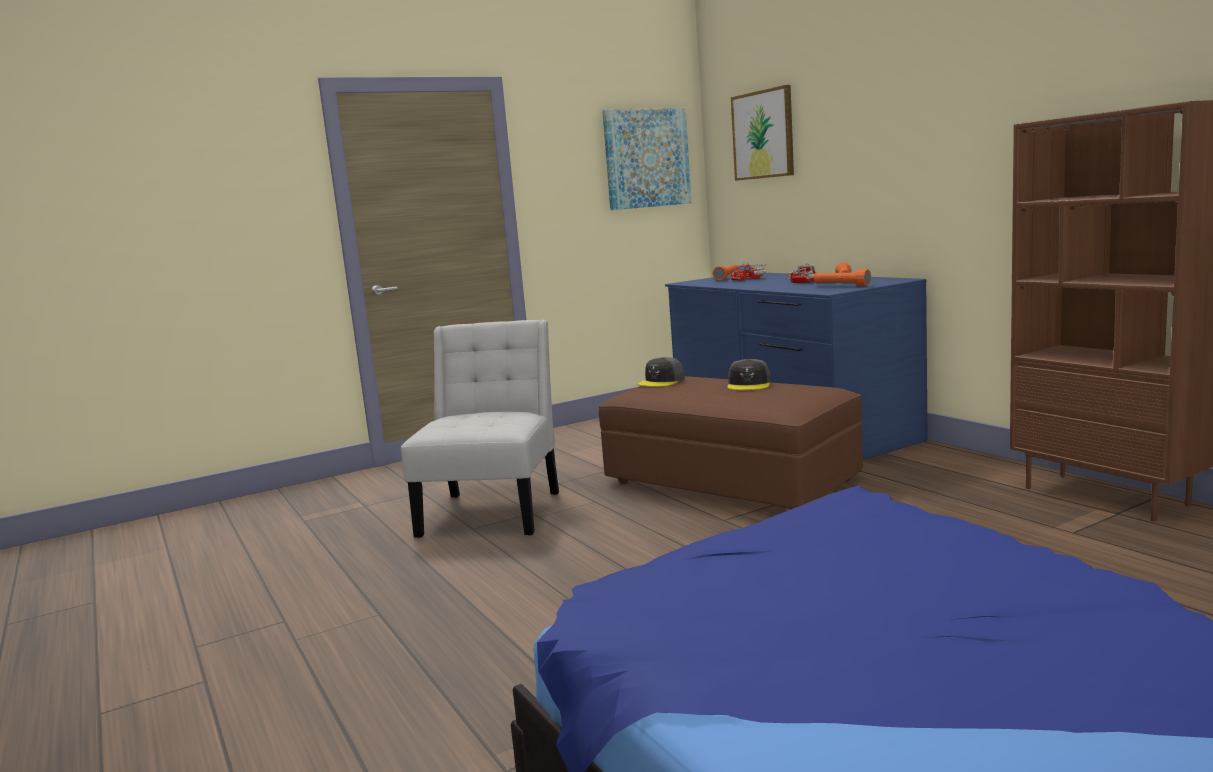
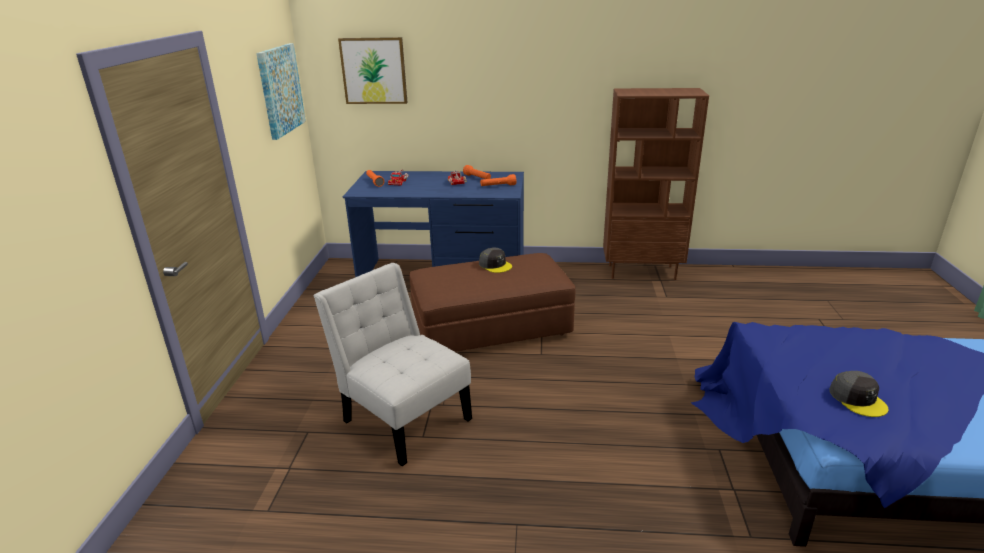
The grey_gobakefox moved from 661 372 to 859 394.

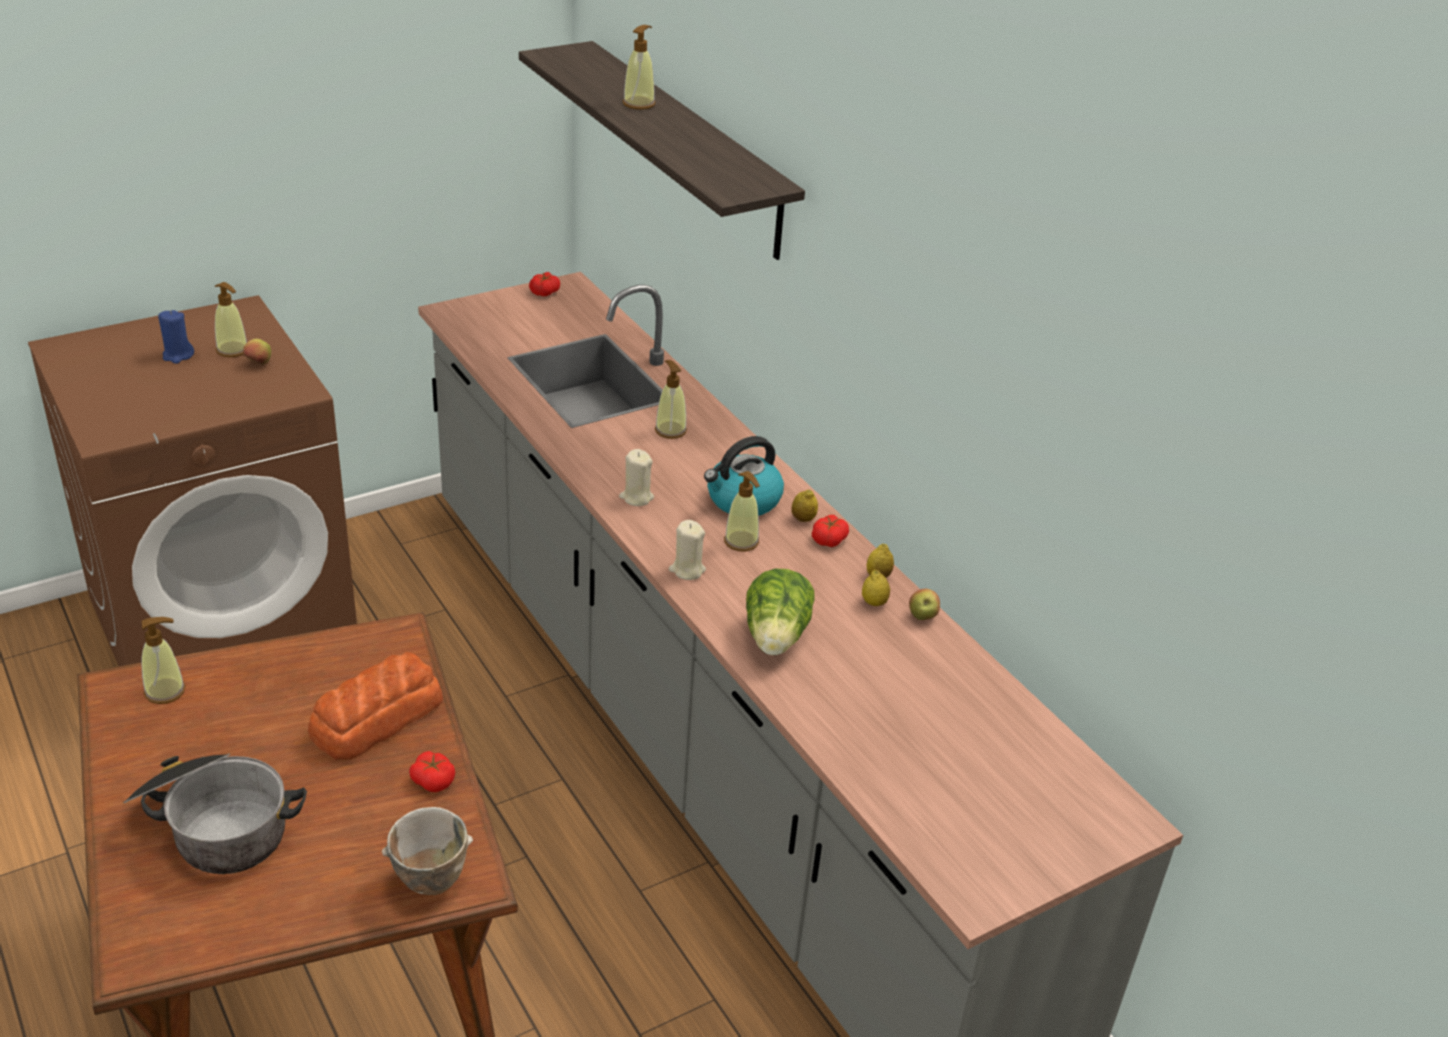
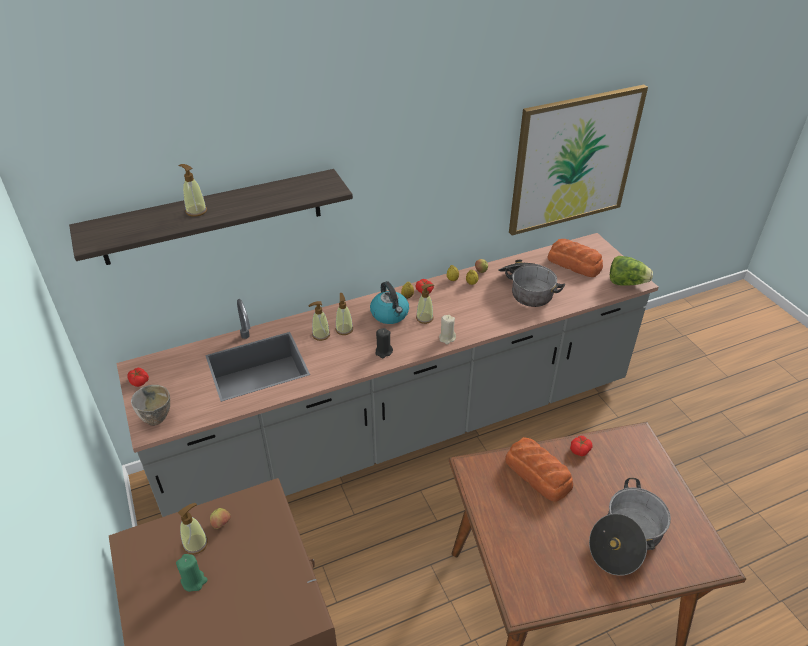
The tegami at 531 283 appeared.
The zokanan at 578 160 appeared.
The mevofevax at 575 258 appeared.
The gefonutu moved from 163 660 to 344 314.
The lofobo moved from 427 851 to 150 405.
The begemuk moved from 780 611 to 631 271.
The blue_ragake at 176 337 became the green_ragake at 191 573.
The beige_ragake at 636 477 became the black_ragake at 384 343.

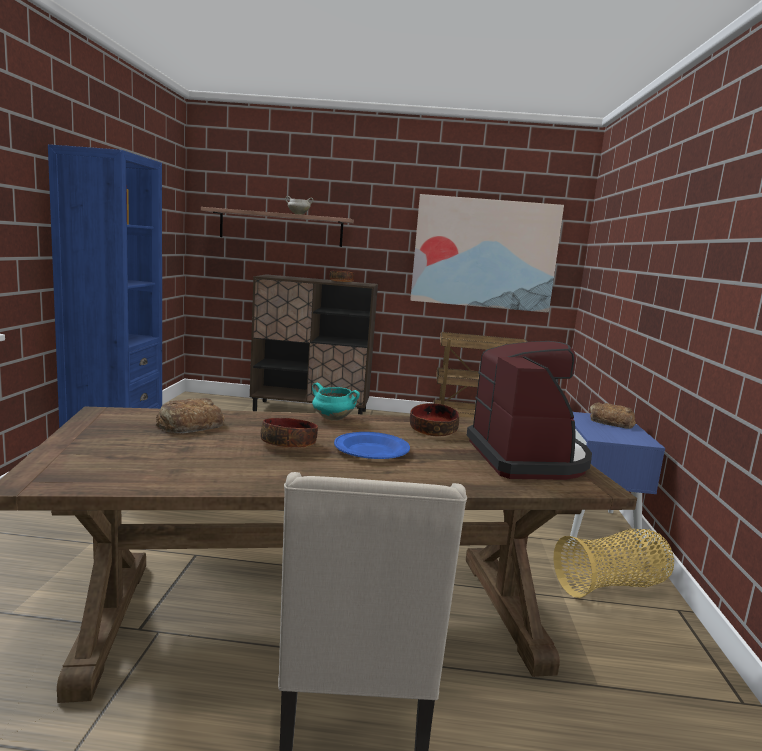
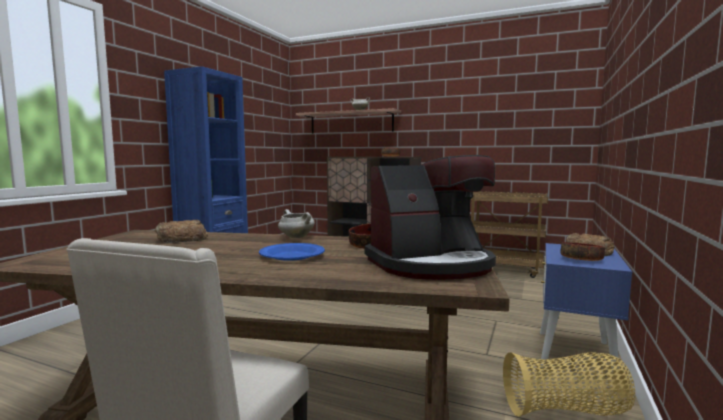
The zokanan at 487 253 disappeared.
The lofobo moved from 289 433 to 582 251.
The turquoise_tegami at 336 401 became the white_tegami at 296 223.
The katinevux at 529 410 turned 60 degrees clockwise.

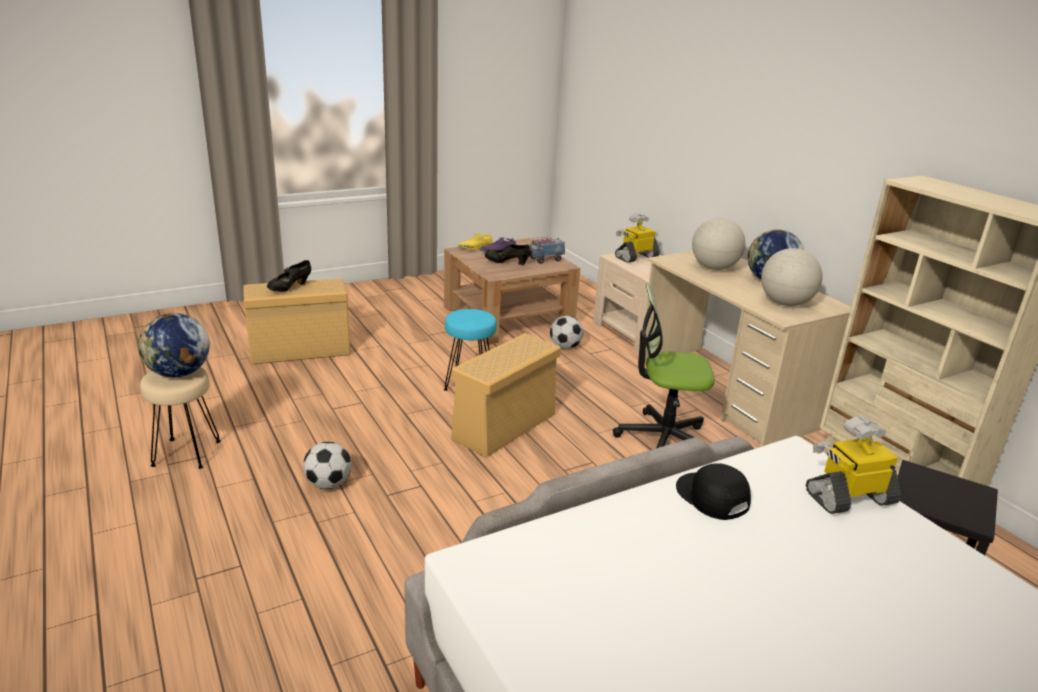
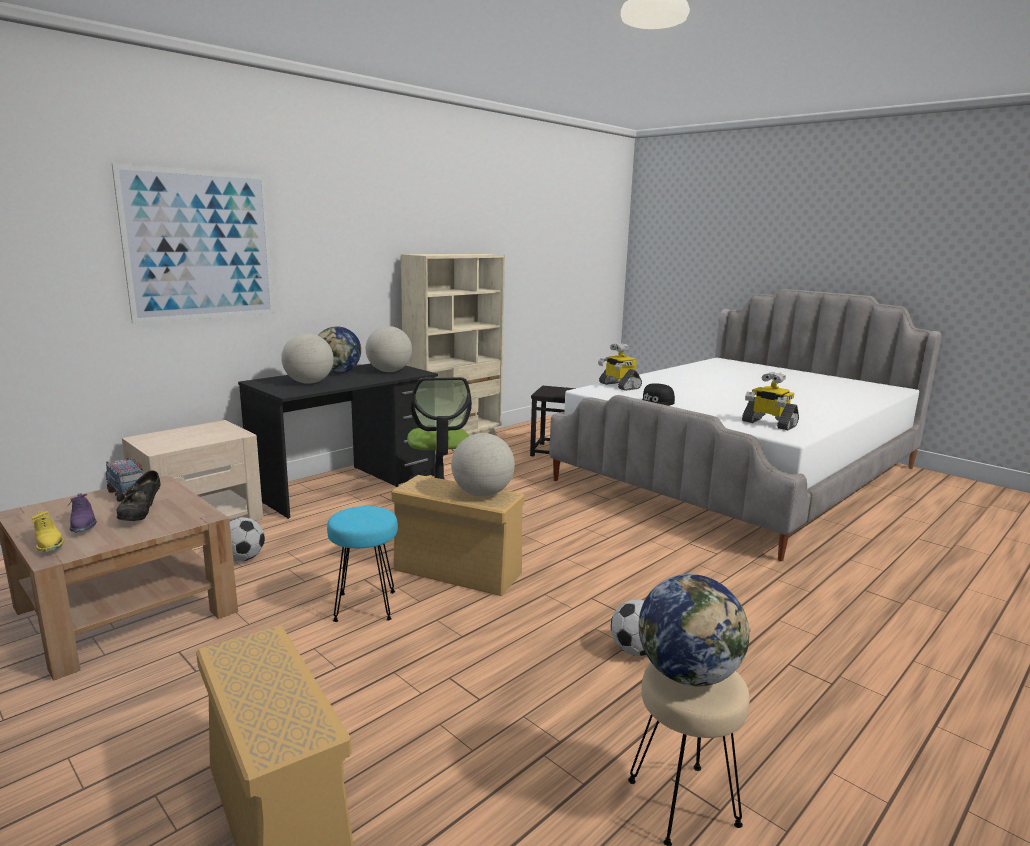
The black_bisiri at 289 276 disappeared.
The zokanan at 193 243 appeared.
The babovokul at 483 465 appeared.
The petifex moved from 637 238 to 770 401.
The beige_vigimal at 747 349 became the black_vigimal at 338 441.

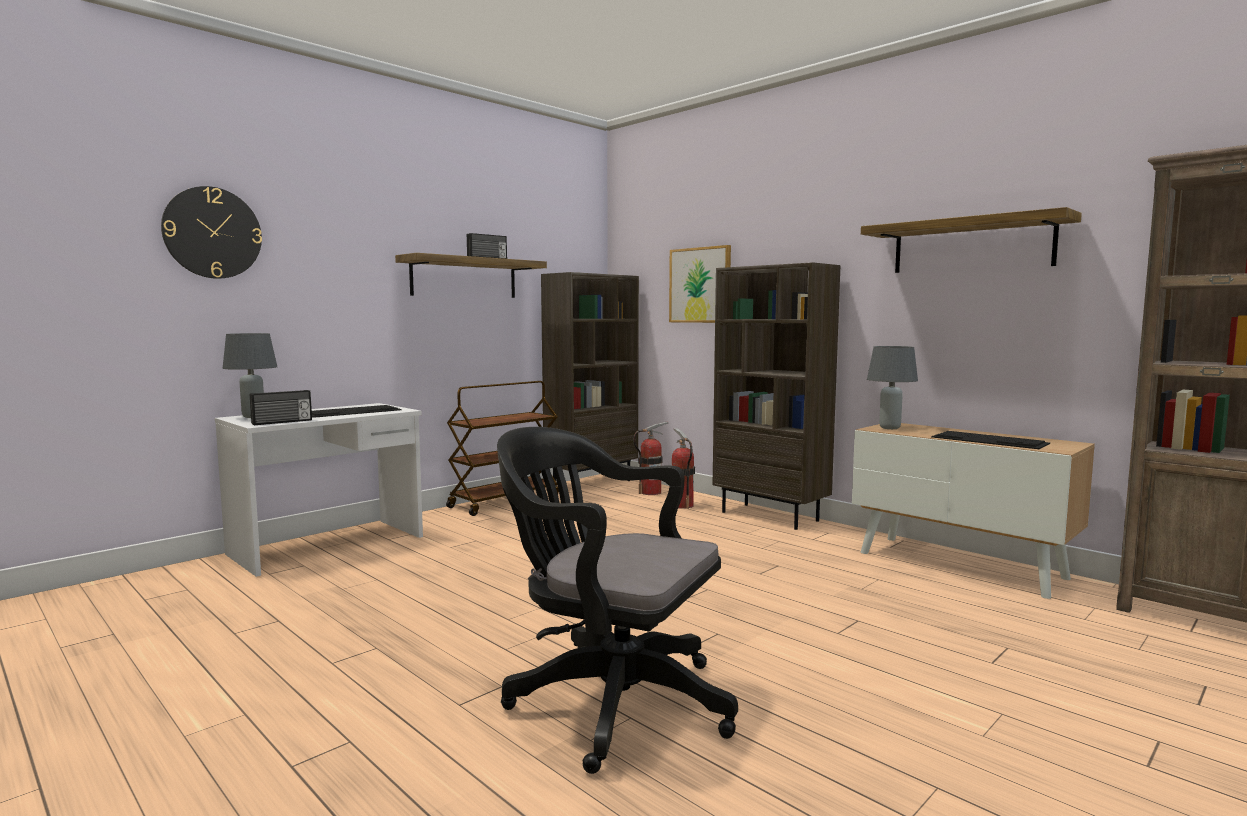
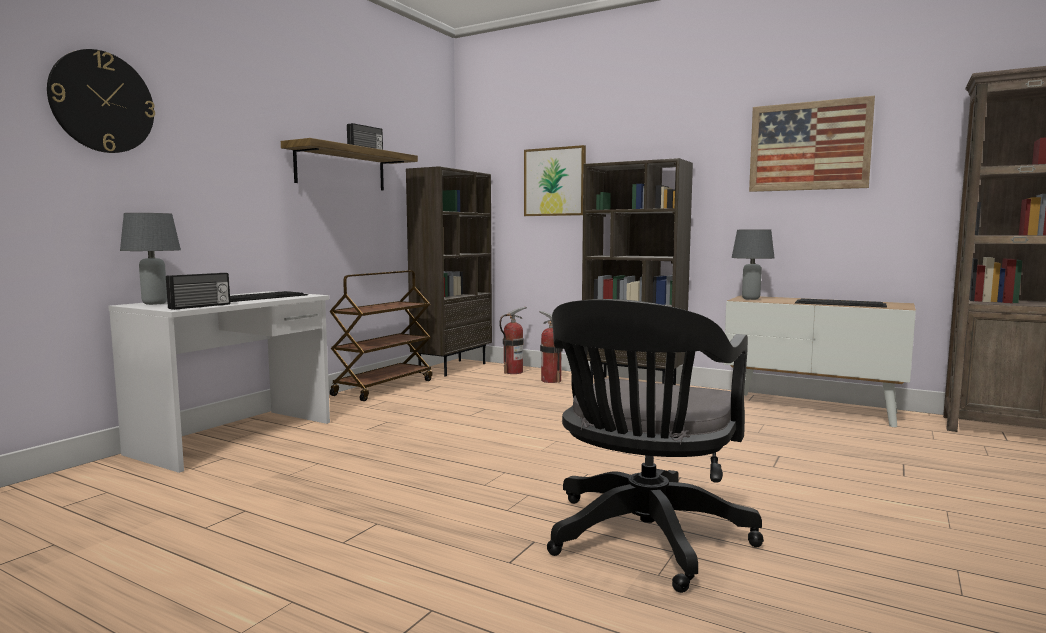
The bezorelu at 971 240 was replaced by the zokanan at 812 144.
The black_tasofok at 617 600 turned 75 degrees counterclockwise.

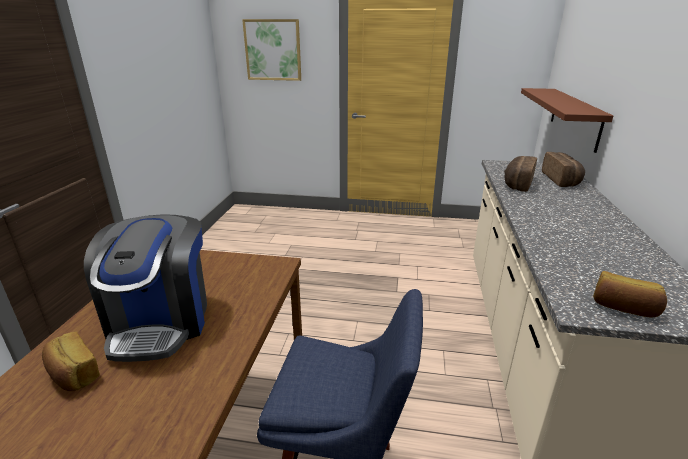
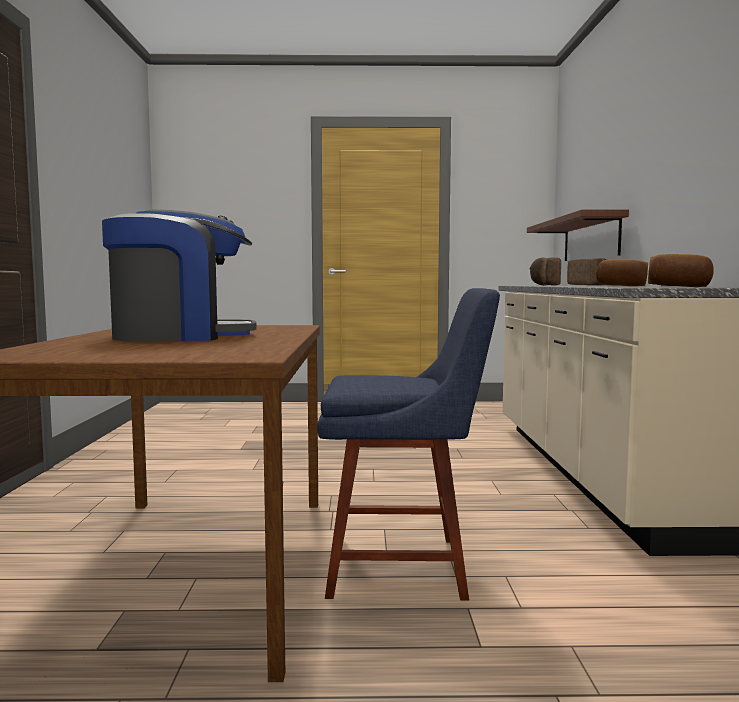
The zokanan at 271 50 disappeared.
The mevofevax moved from 71 361 to 622 272.
The katinevux at 145 288 turned 90 degrees counterclockwise.

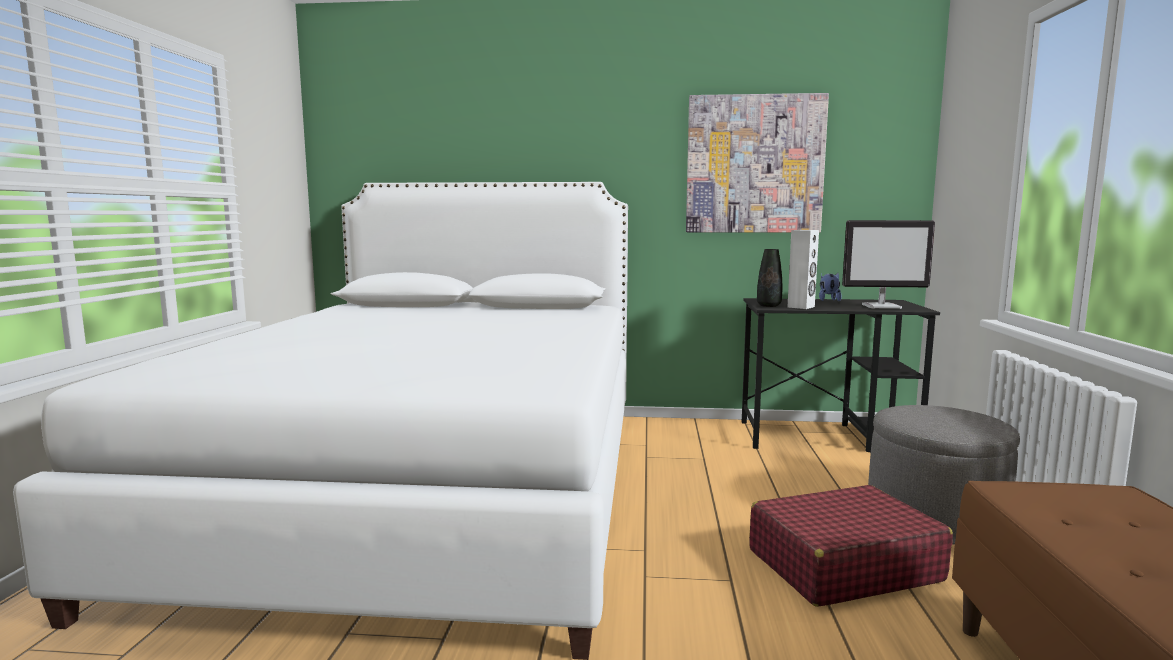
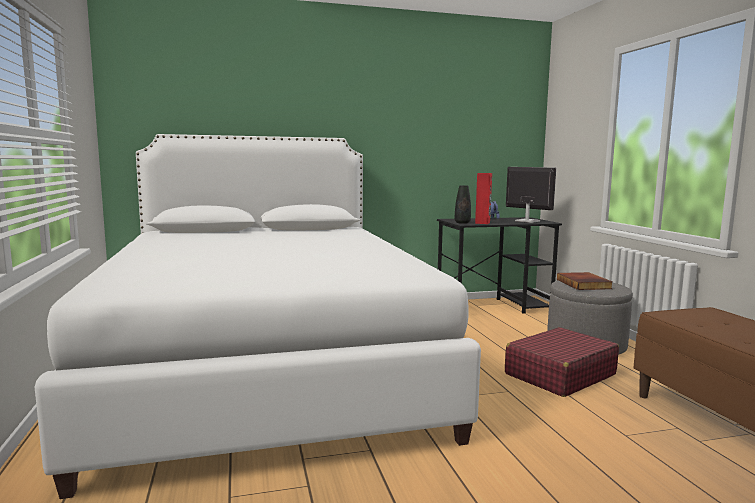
The zokanan at 757 163 disappeared.
The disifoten at 584 281 appeared.
The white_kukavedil at 803 269 became the red_kukavedil at 483 198.
The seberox at 888 264 turned 120 degrees counterclockwise.

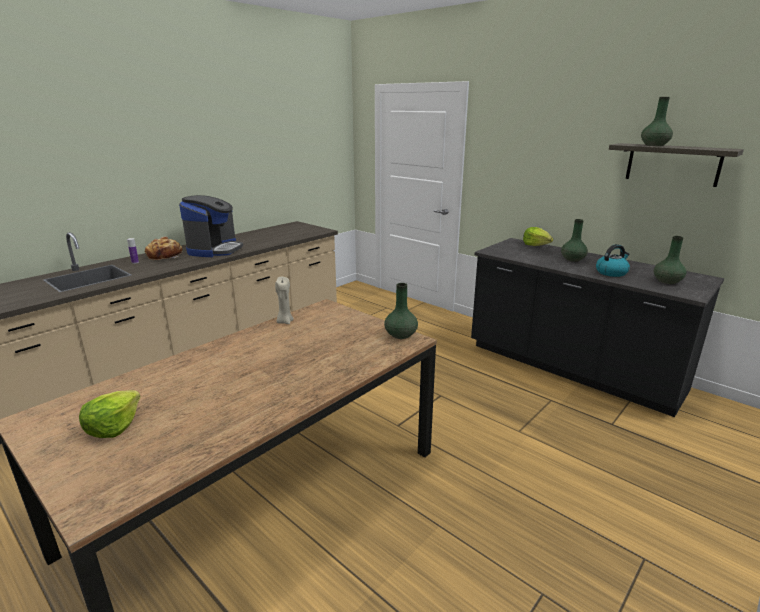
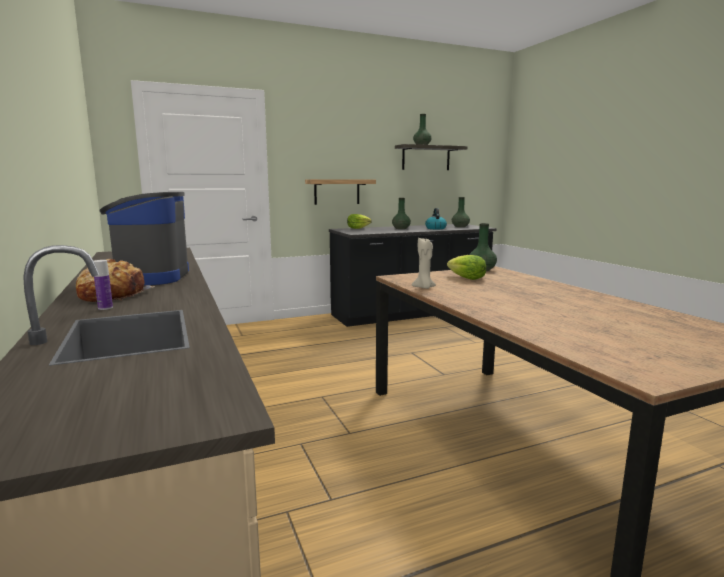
The bezorelu at 340 192 appeared.
The begemuk moved from 110 414 to 466 267.
The katinevux at 211 226 turned 135 degrees counterclockwise.

